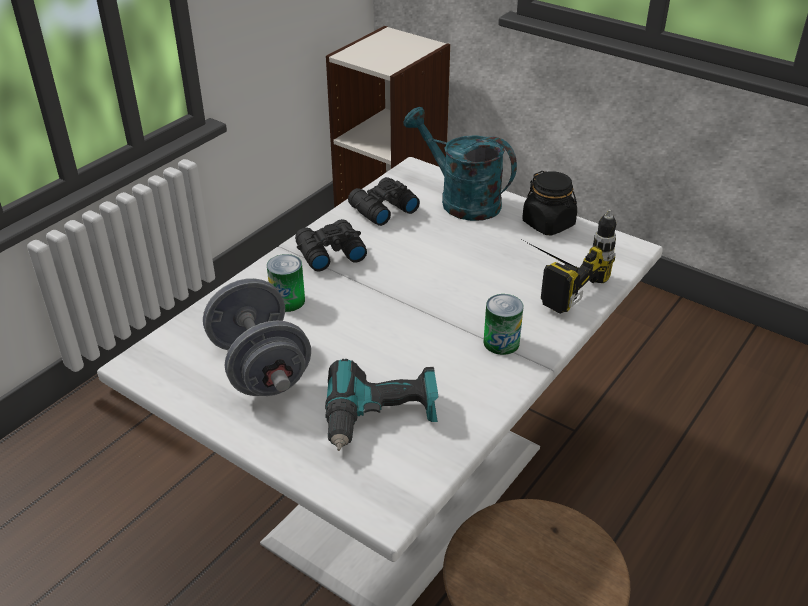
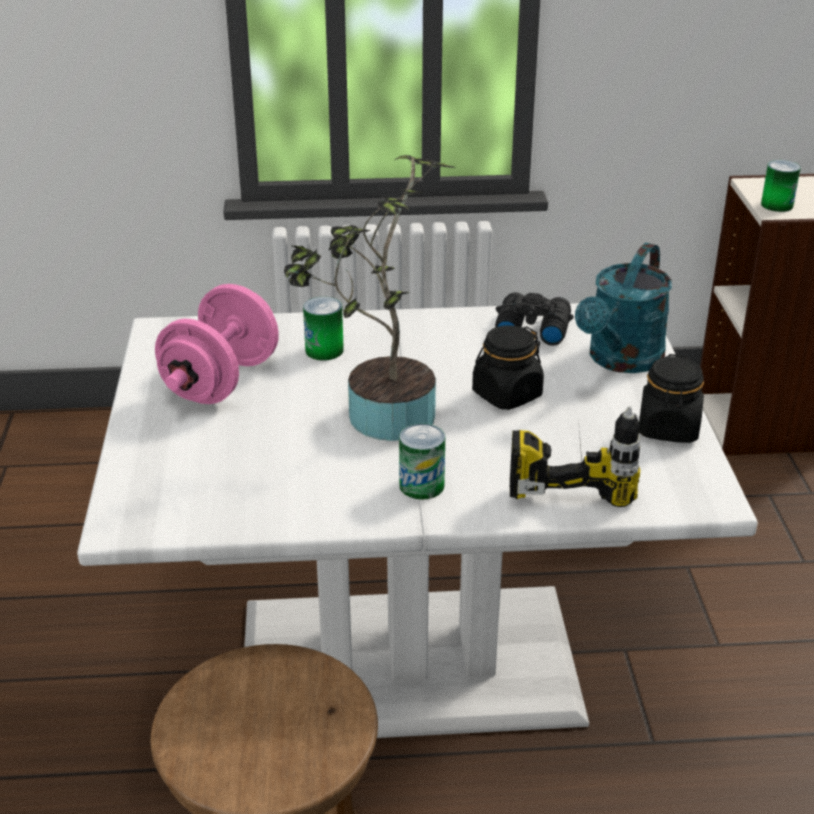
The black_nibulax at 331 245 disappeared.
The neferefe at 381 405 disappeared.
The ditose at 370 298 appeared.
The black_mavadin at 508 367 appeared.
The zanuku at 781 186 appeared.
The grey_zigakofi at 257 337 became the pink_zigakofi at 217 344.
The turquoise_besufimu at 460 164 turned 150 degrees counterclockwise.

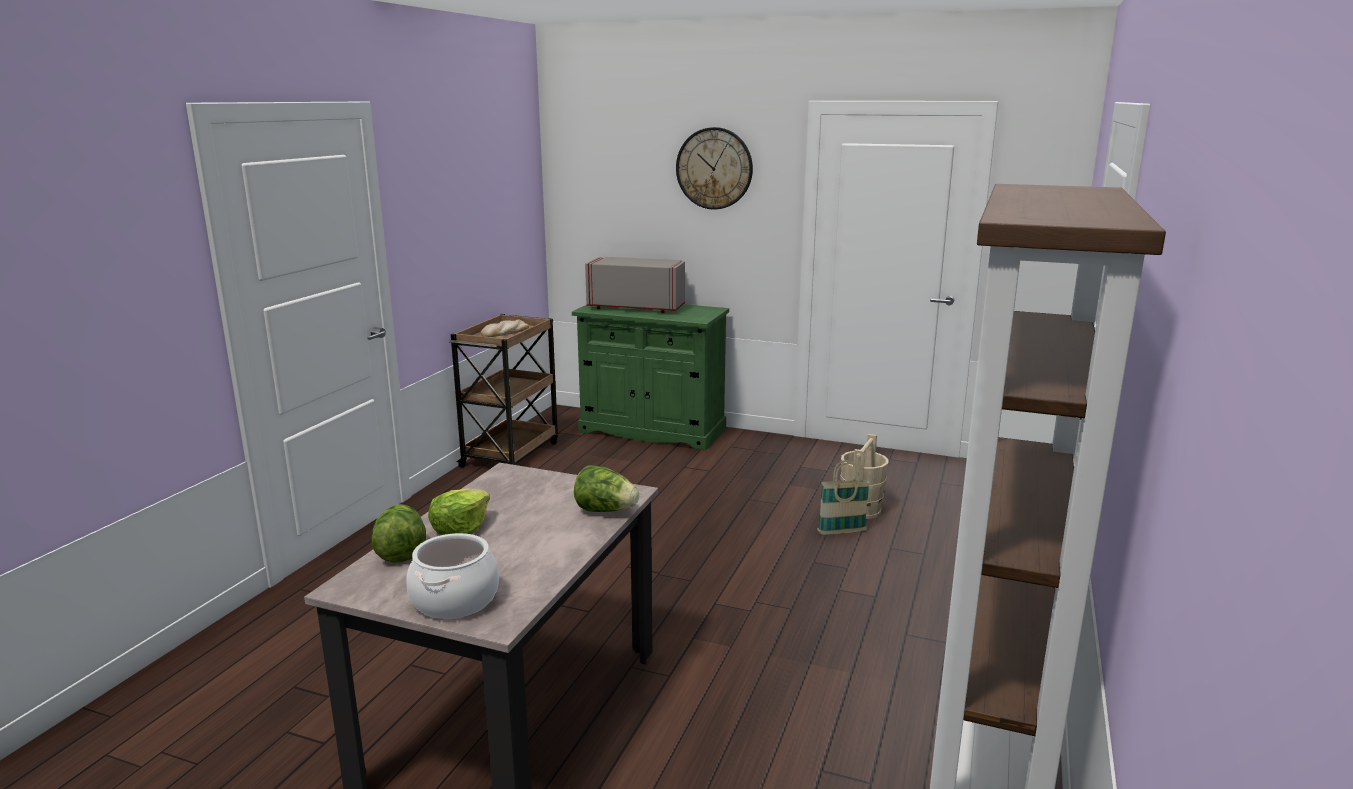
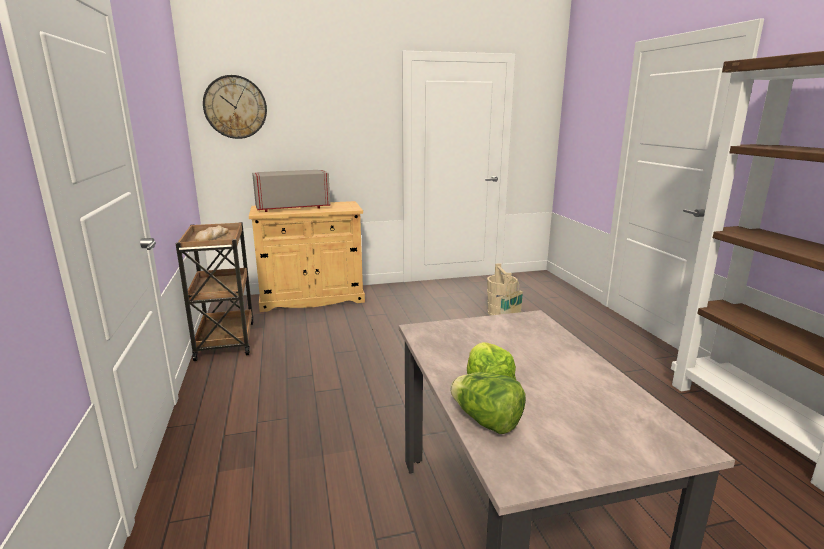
The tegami at 453 576 disappeared.
The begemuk at 606 488 disappeared.
The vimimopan moved from 714 168 to 235 107.
The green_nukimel at 650 377 became the beige_nukimel at 307 256.

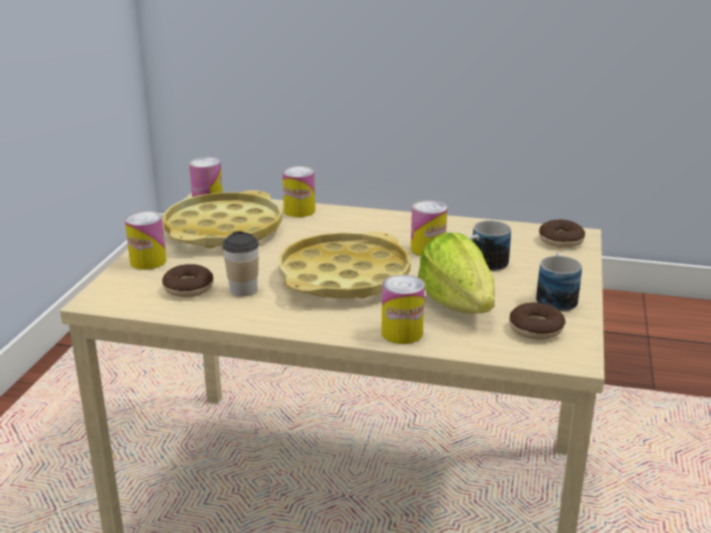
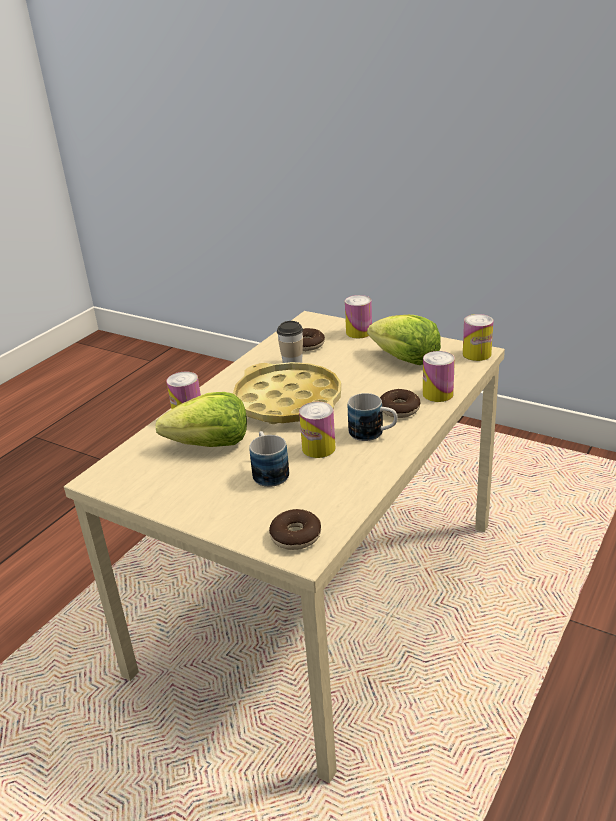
The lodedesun moved from 537 320 to 400 403.
The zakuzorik moved from 559 282 to 372 417.
The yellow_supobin at 222 219 was replaced by the begemuk at 404 340.

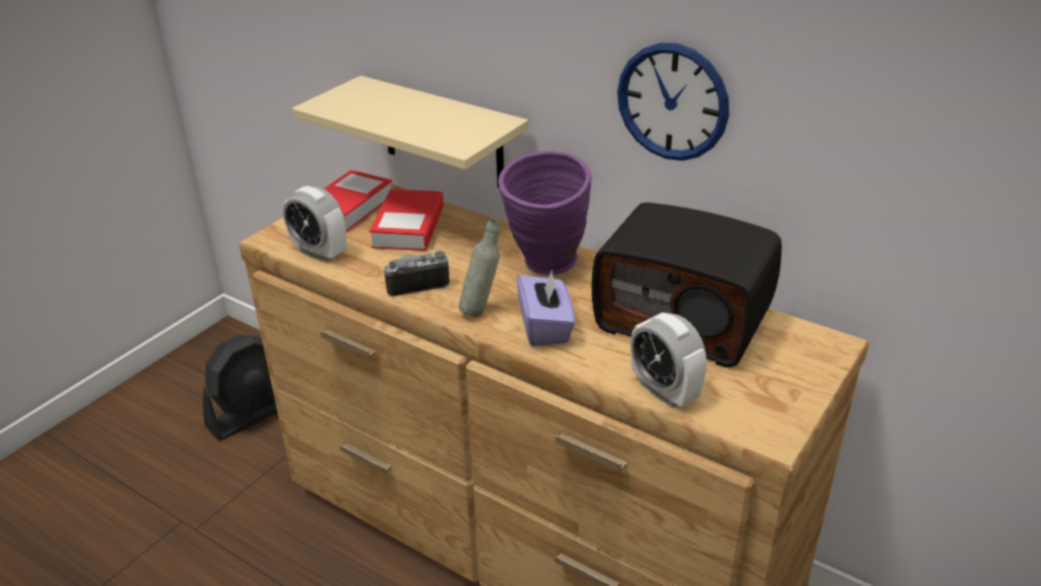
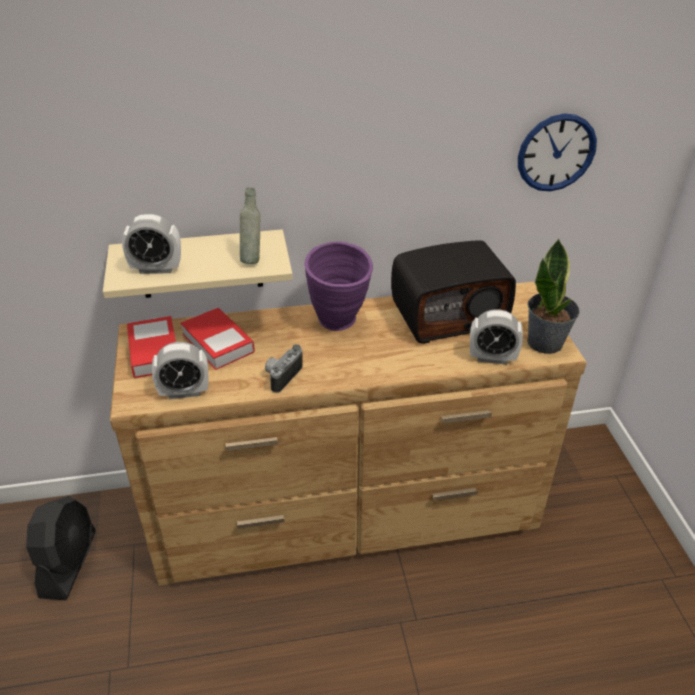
The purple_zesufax at 546 308 disappeared.
The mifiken at 151 244 appeared.
The ditose at 553 296 appeared.
The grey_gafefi moved from 480 268 to 250 226.
The vimimopan moved from 673 102 to 557 152.

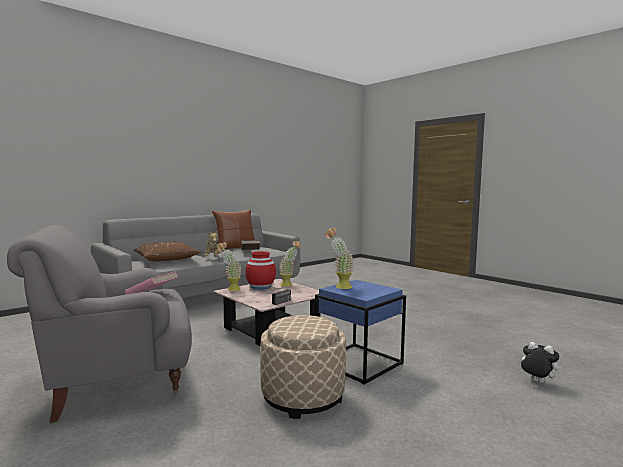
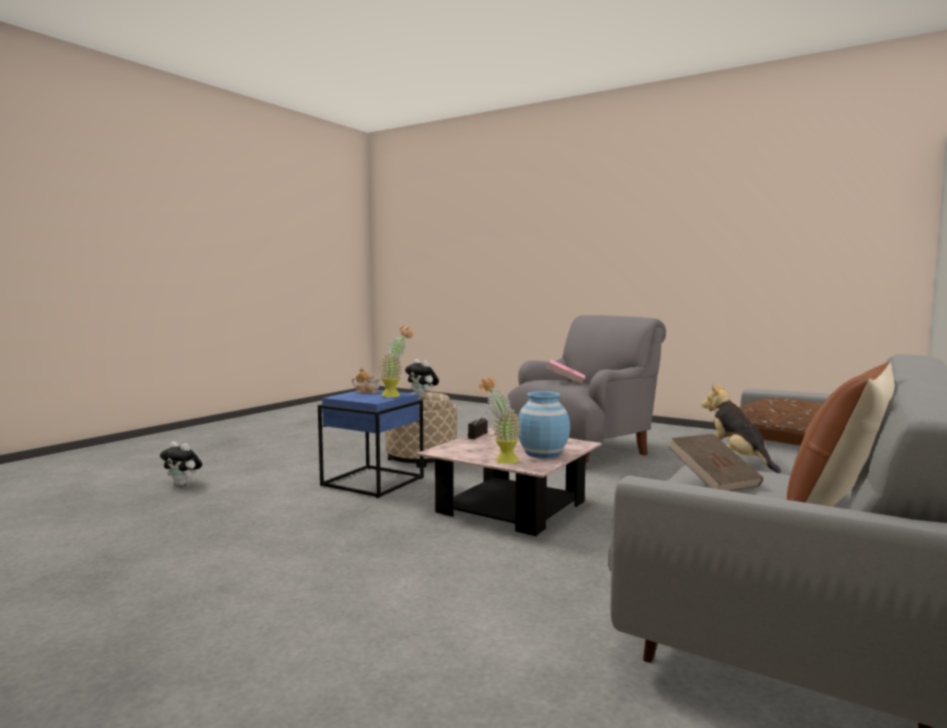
The ditose at 229 267 disappeared.
The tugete at 366 381 appeared.
The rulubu at 422 378 appeared.
The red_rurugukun at 260 270 became the blue_rurugukun at 544 424.

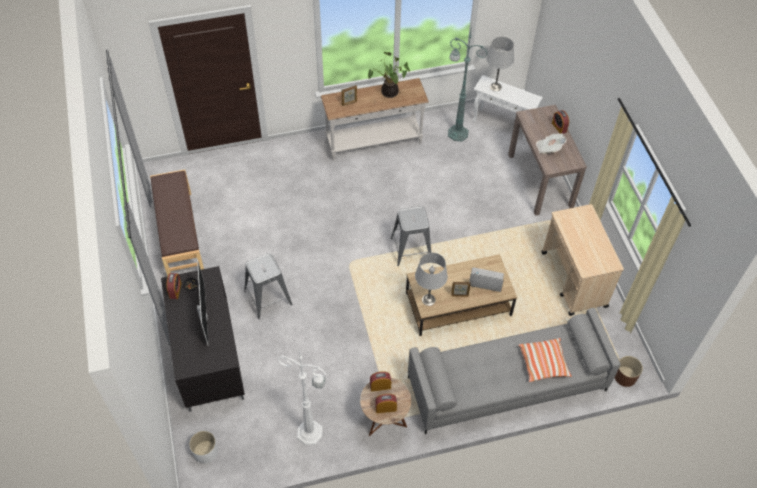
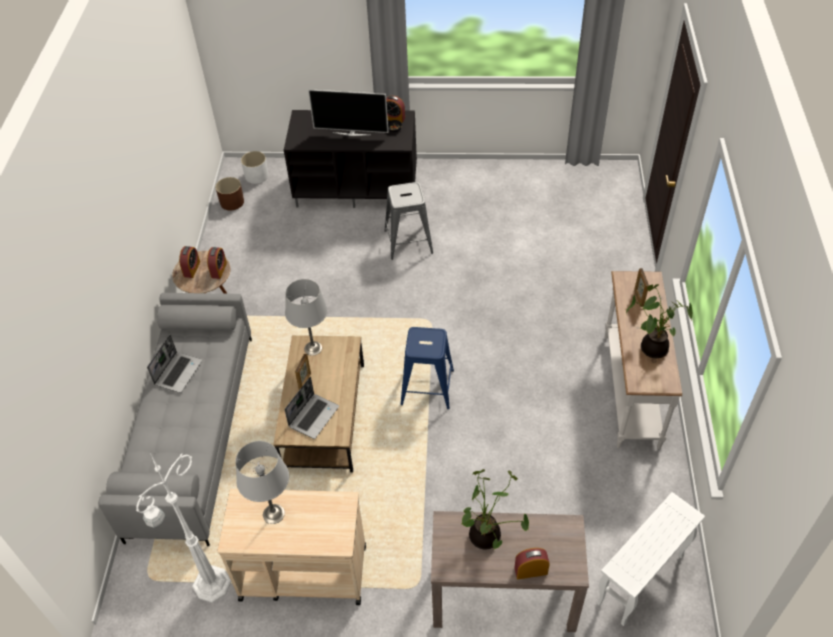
The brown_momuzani at 177 222 disappeared.
The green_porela at 468 83 disappeared.
The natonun at 545 360 disappeared.
The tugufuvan at 174 364 appeared.
The white_porela moved from 301 396 to 183 528.
The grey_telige moved from 500 64 to 262 482.
The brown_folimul moved from 628 371 to 229 194.
The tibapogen at 551 143 was replaced by the ditose at 495 509.
The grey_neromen at 411 236 became the blue_neromen at 427 368.

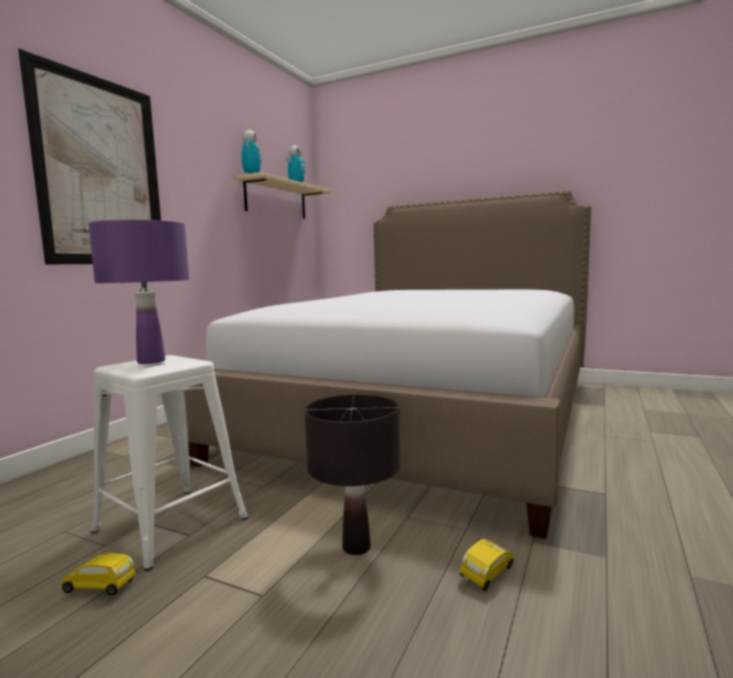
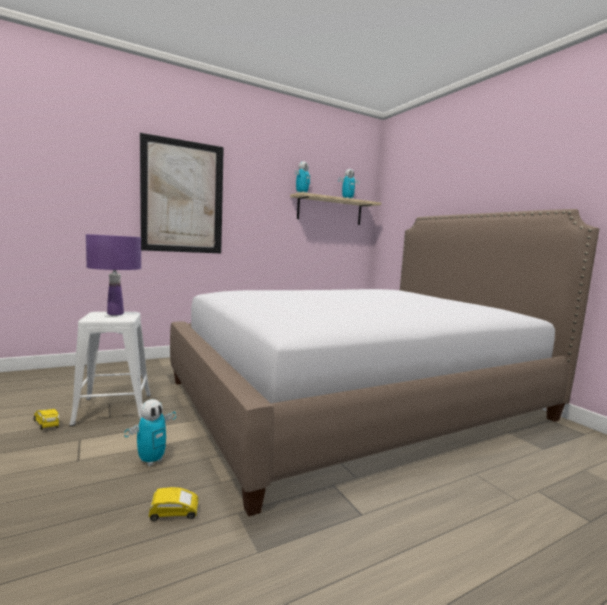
The black_telige at 352 475 was replaced by the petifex at 150 432.

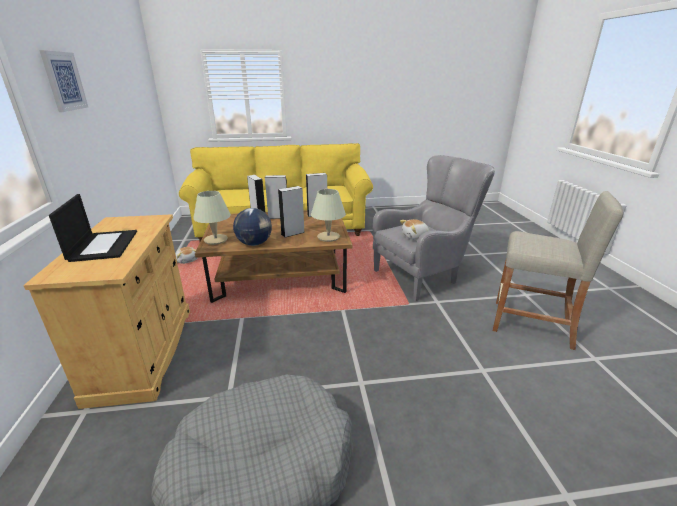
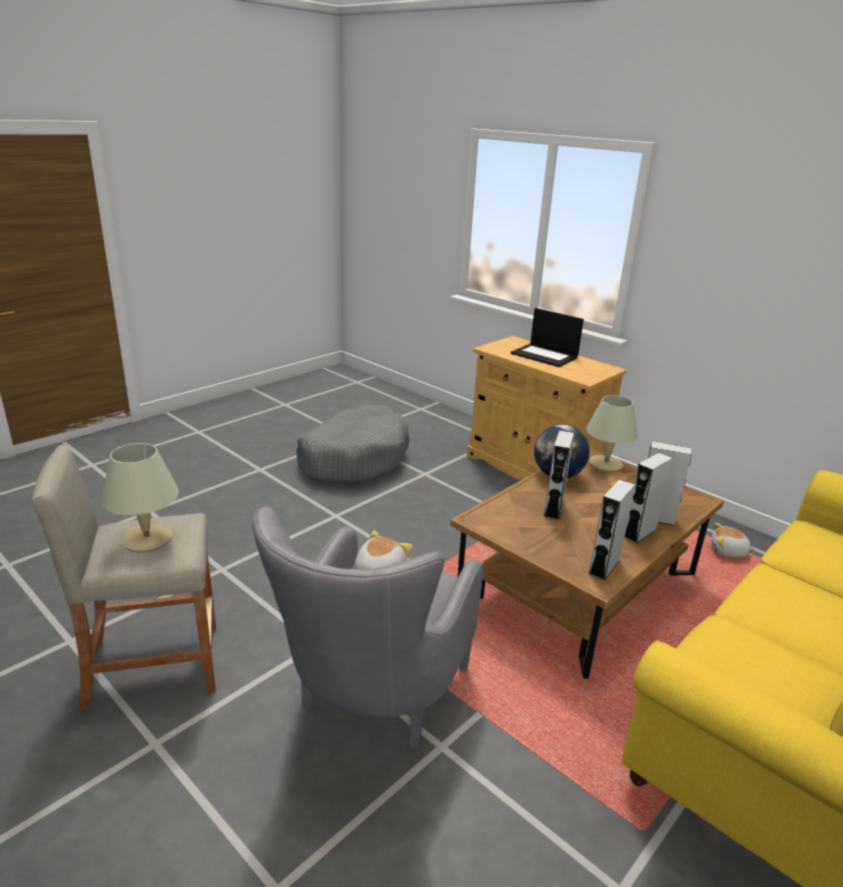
The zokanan at 63 81 disappeared.
The beige_telige moved from 328 215 to 140 498.

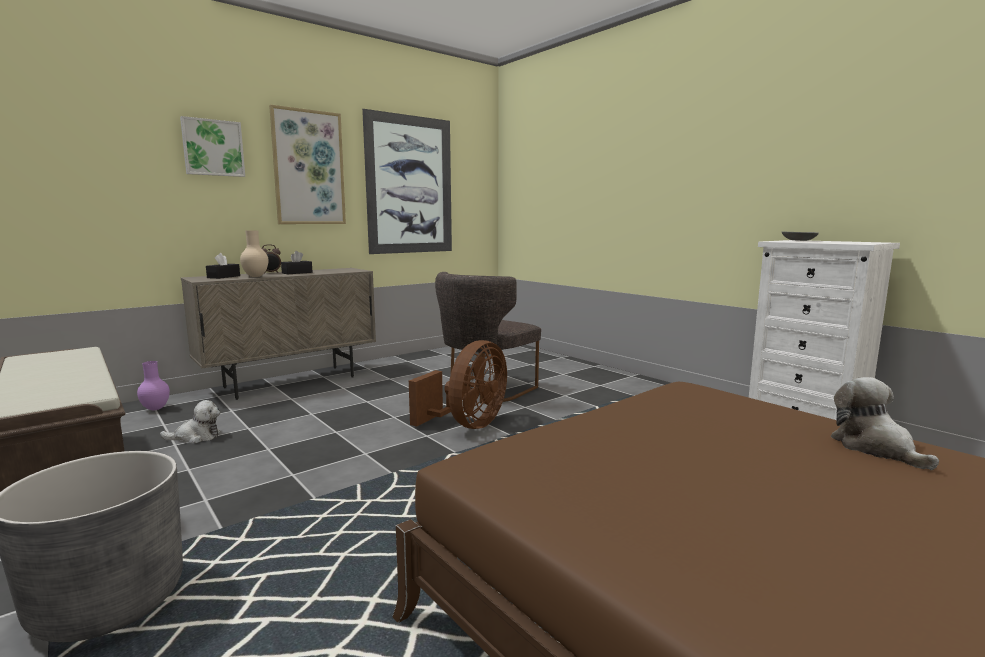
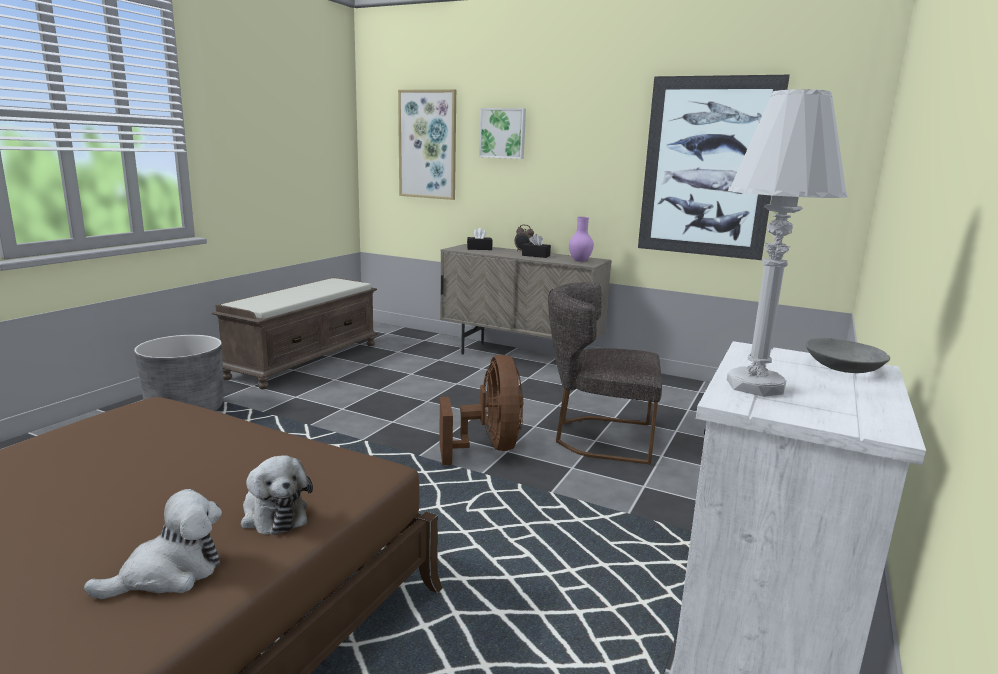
The beige_rurugukun at 254 254 disappeared.
The white_telige at 787 243 appeared.
The purple_rurugukun moved from 153 385 to 581 239.
The rulubu moved from 190 422 to 277 495.
The zokanan moved from 307 164 to 427 144.
The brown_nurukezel at 458 384 turned 105 degrees counterclockwise.

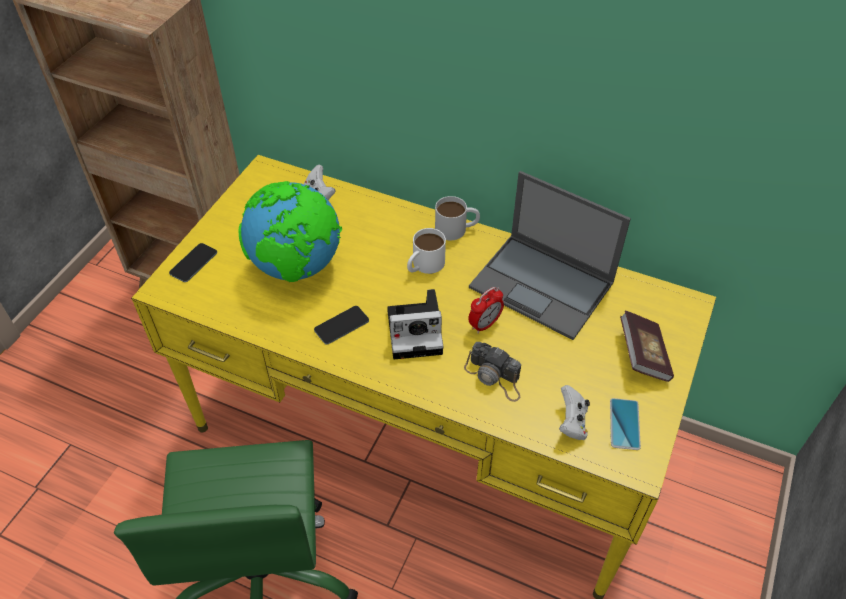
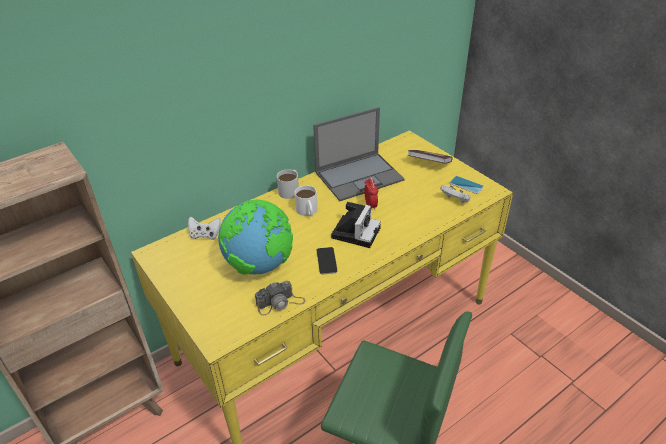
The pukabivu at 193 262 disappeared.
The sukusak moved from 492 372 to 280 298.

